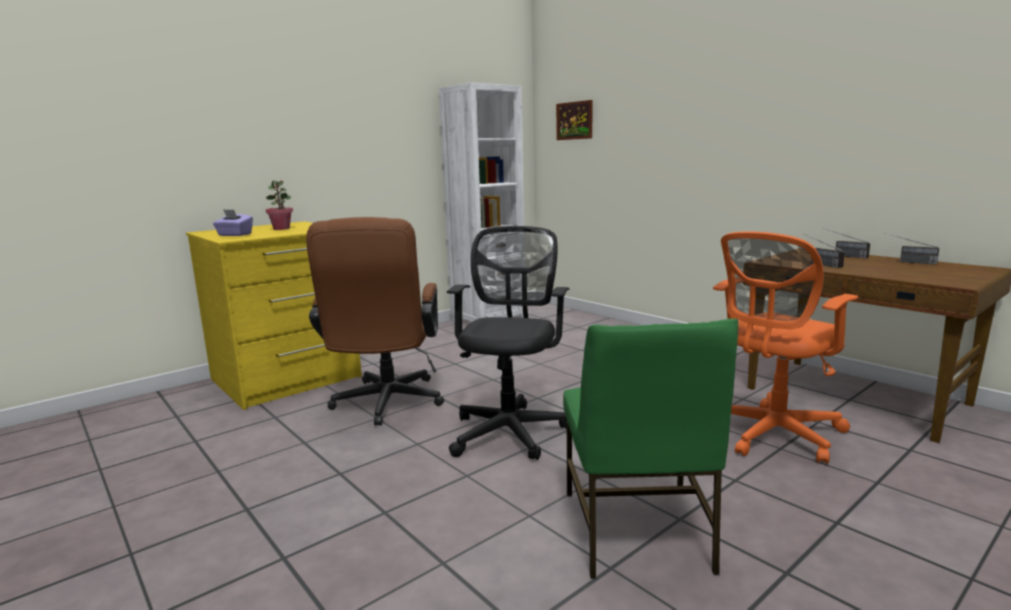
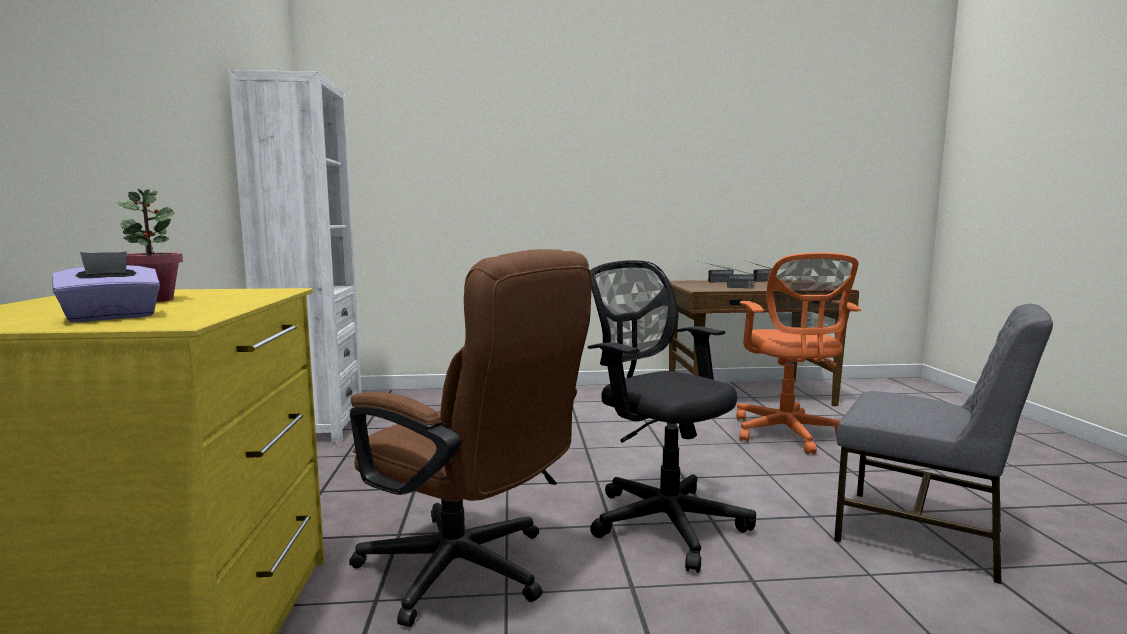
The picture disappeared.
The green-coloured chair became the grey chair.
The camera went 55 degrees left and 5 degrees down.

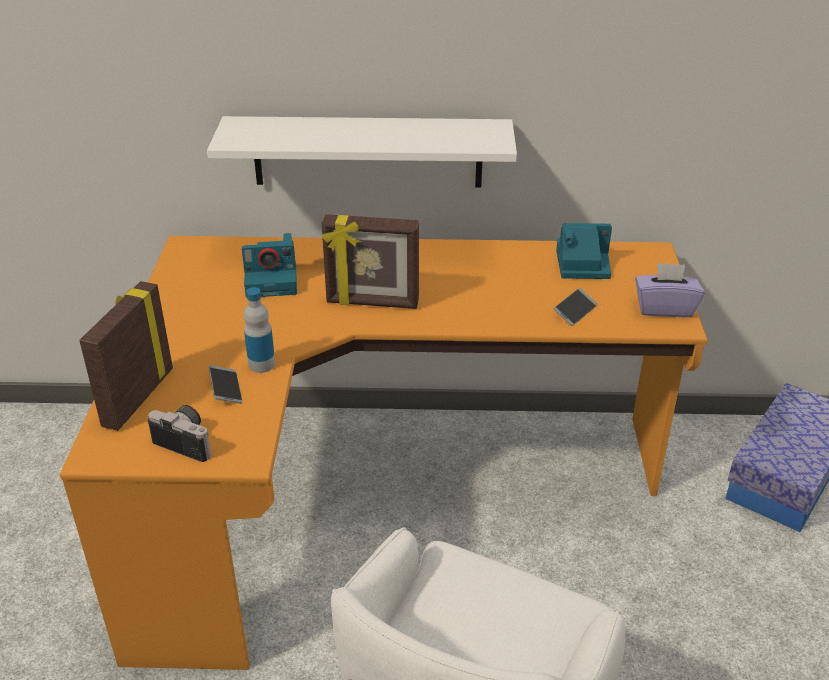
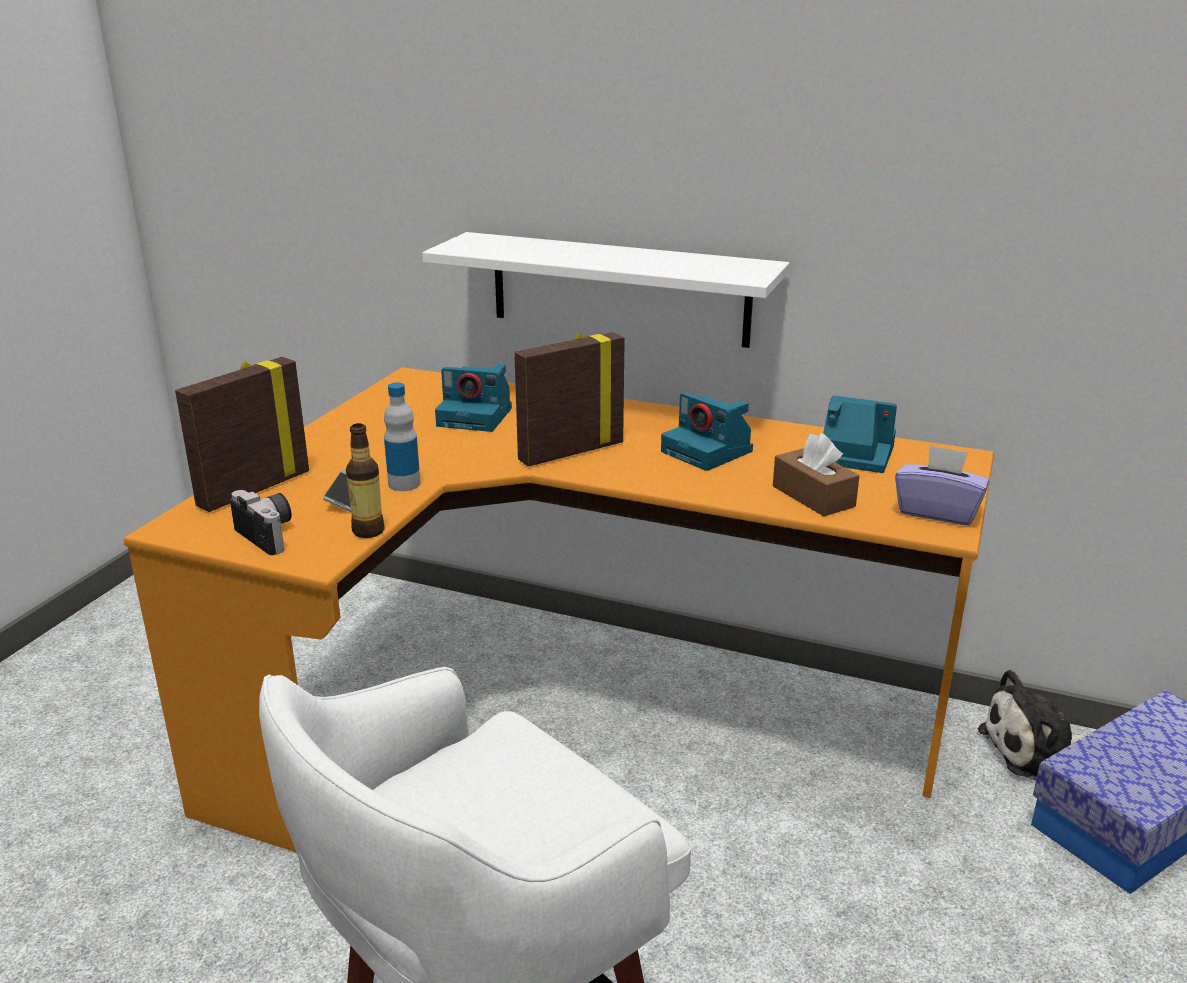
The picture frame (no. 2 from left) turned 120 degrees clockwise.
The telephone (no. 2 from left) was replaced by the brown-coloured tissue box.
The drink bottle (no. 1 from left) appeared.
The photo camera (no. 3 from left) appeared.
The plush toy appeared.
The camera went 20 degrees right and 10 degrees down.

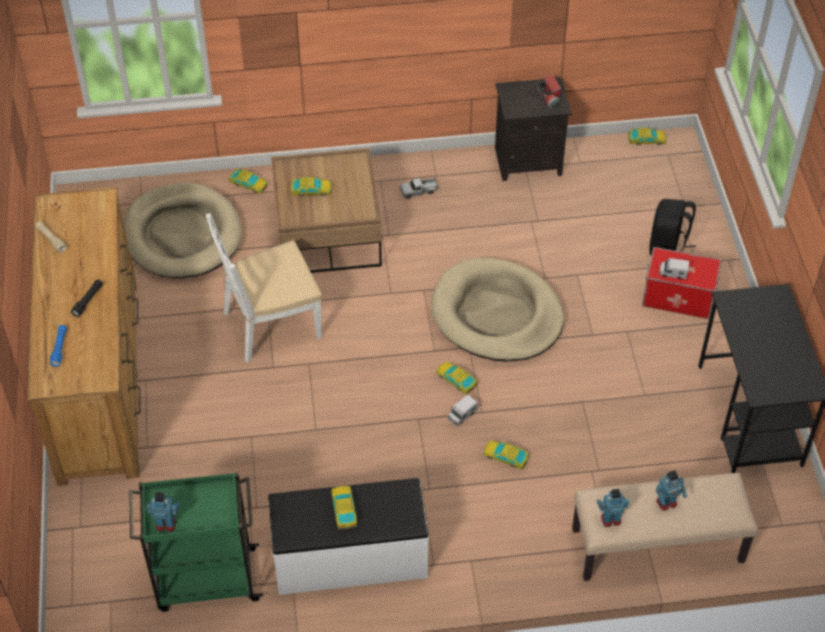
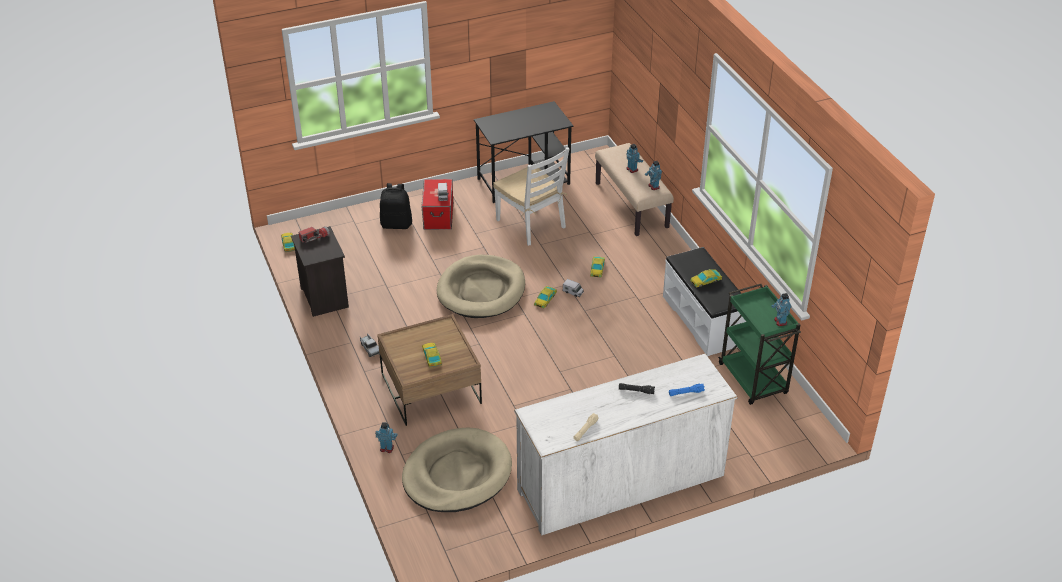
The brown-coloured drawer chest became the whitish drawer chest.
The whitish chair moved.
The toy car (no. 1 from left) was replaced by the toy robot (no. 1 from left).
The camera went 105 degrees left and 10 degrees down.

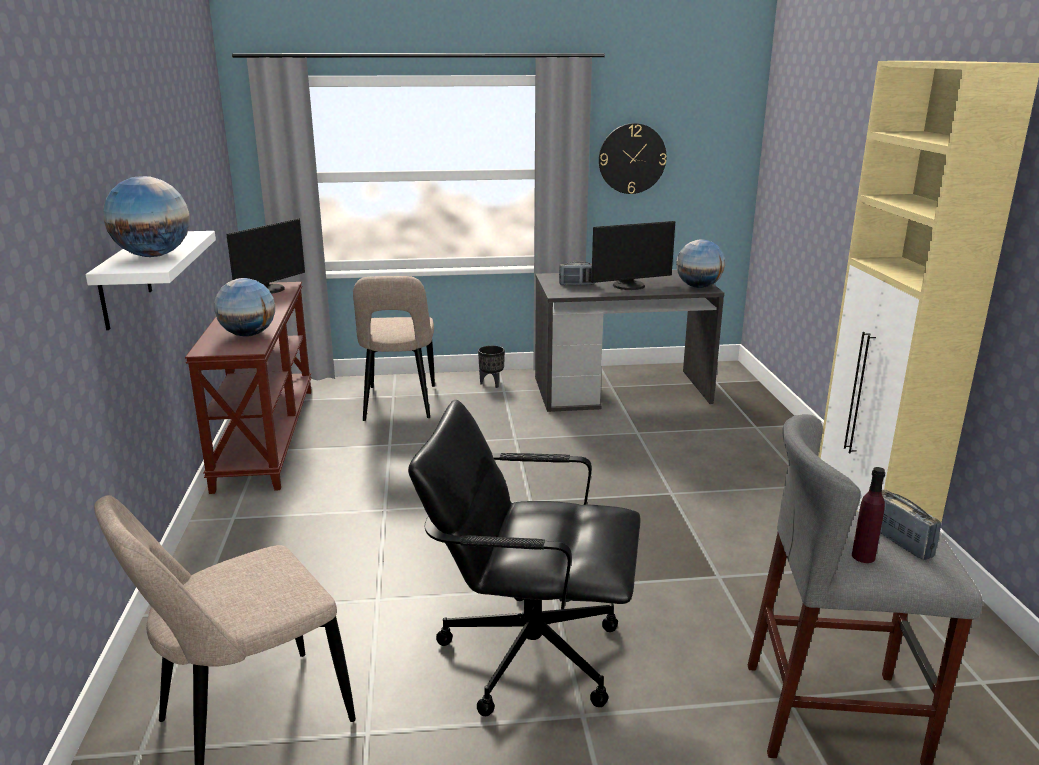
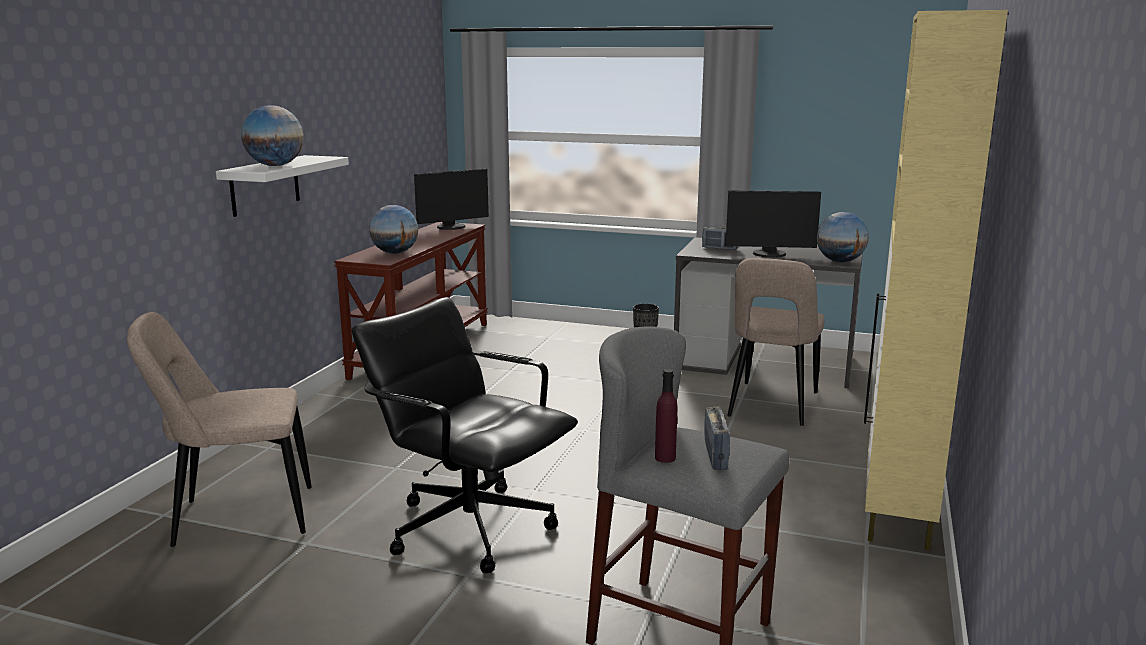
The beige-coloured chair (no. 2 from left) moved.
The clock on the wall disappeared.
The camera went 25 degrees right and 5 degrees down.

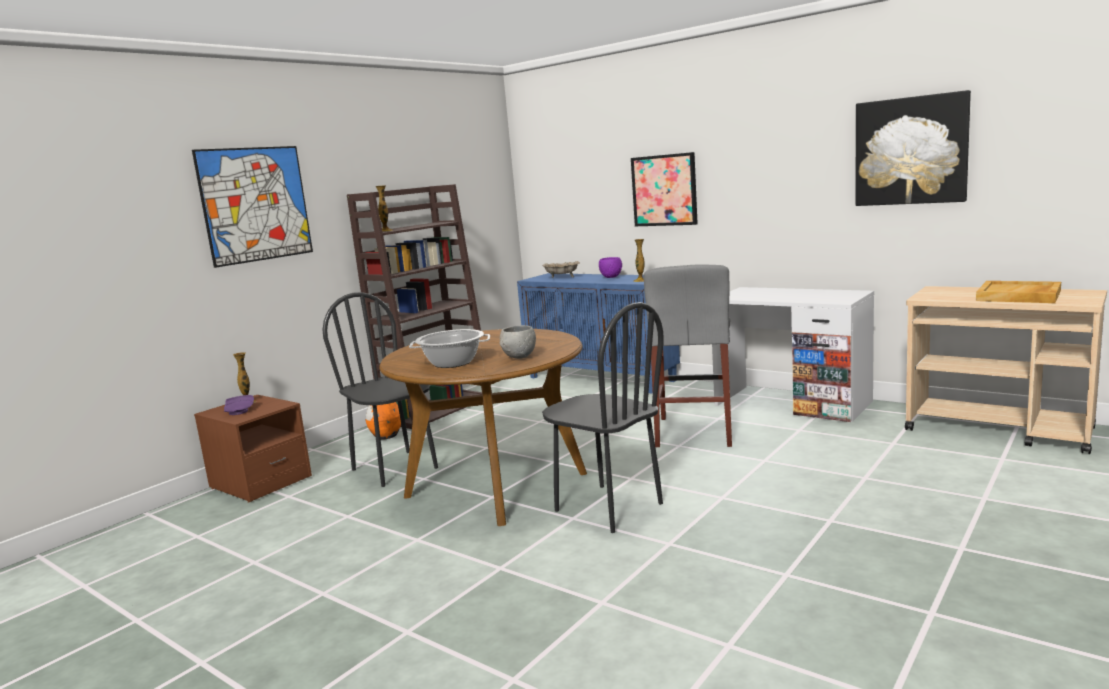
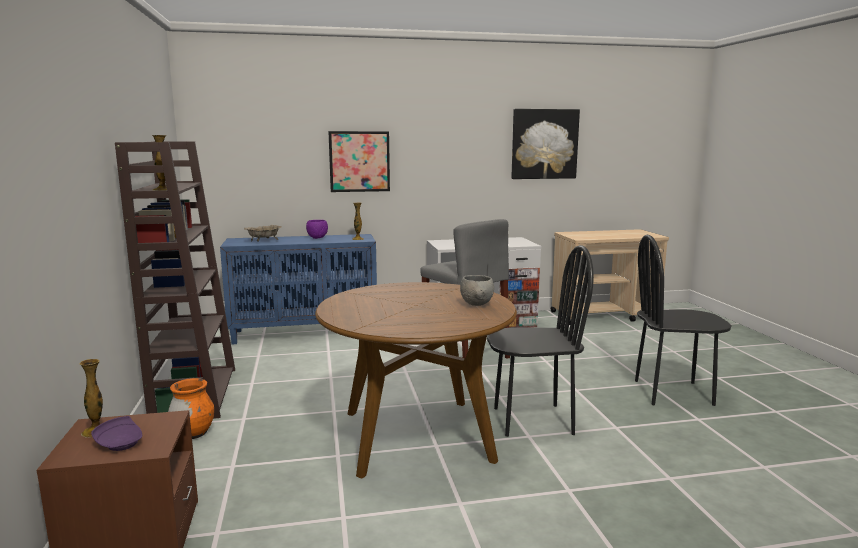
The picture (no. 1 from left) disappeared.
The black chair (no. 1 from left in the first image) moved.
The saucepot disappeared.
The beige-coloured tray disappeared.
The camera went 50 degrees left and 0 degrees up.

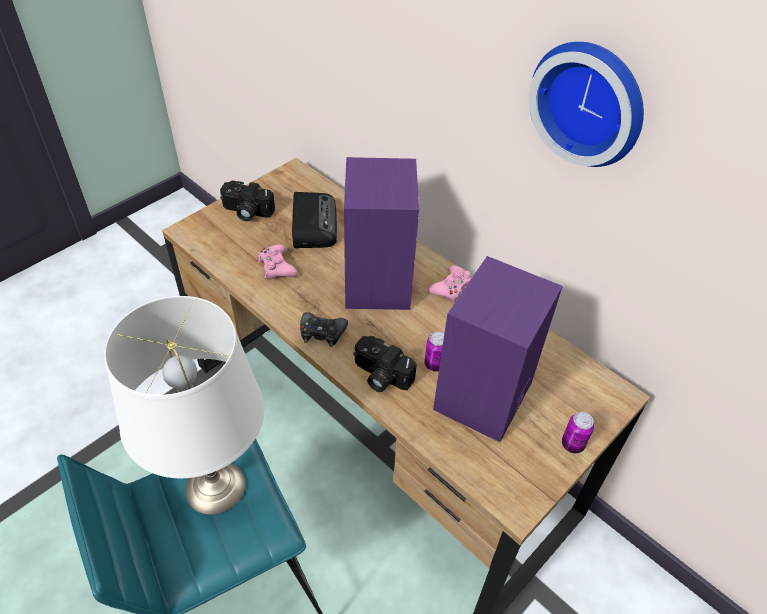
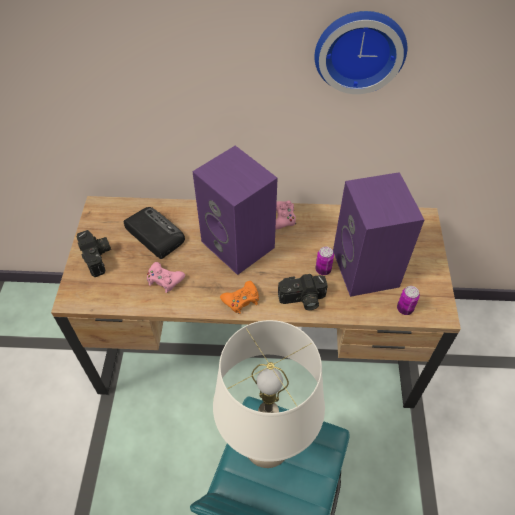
The photo camera (no. 1 from left) turned 90 degrees counterclockwise.
The black gamepad became the orange gamepad.
The metal can (no. 2 from left) moved.
The camera went 40 degrees left and 5 degrees up.

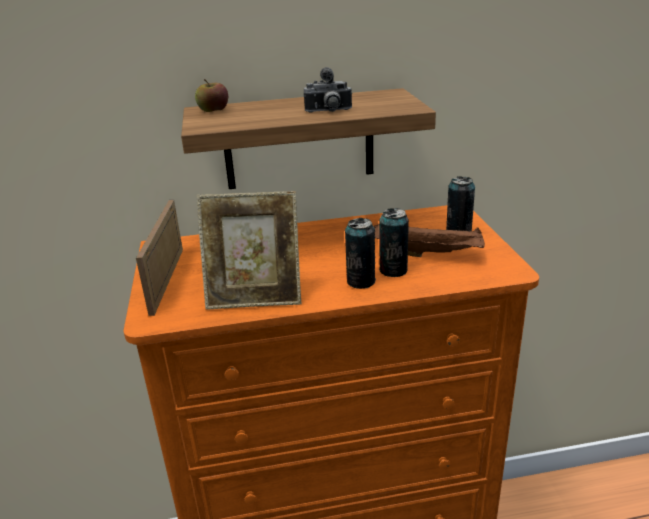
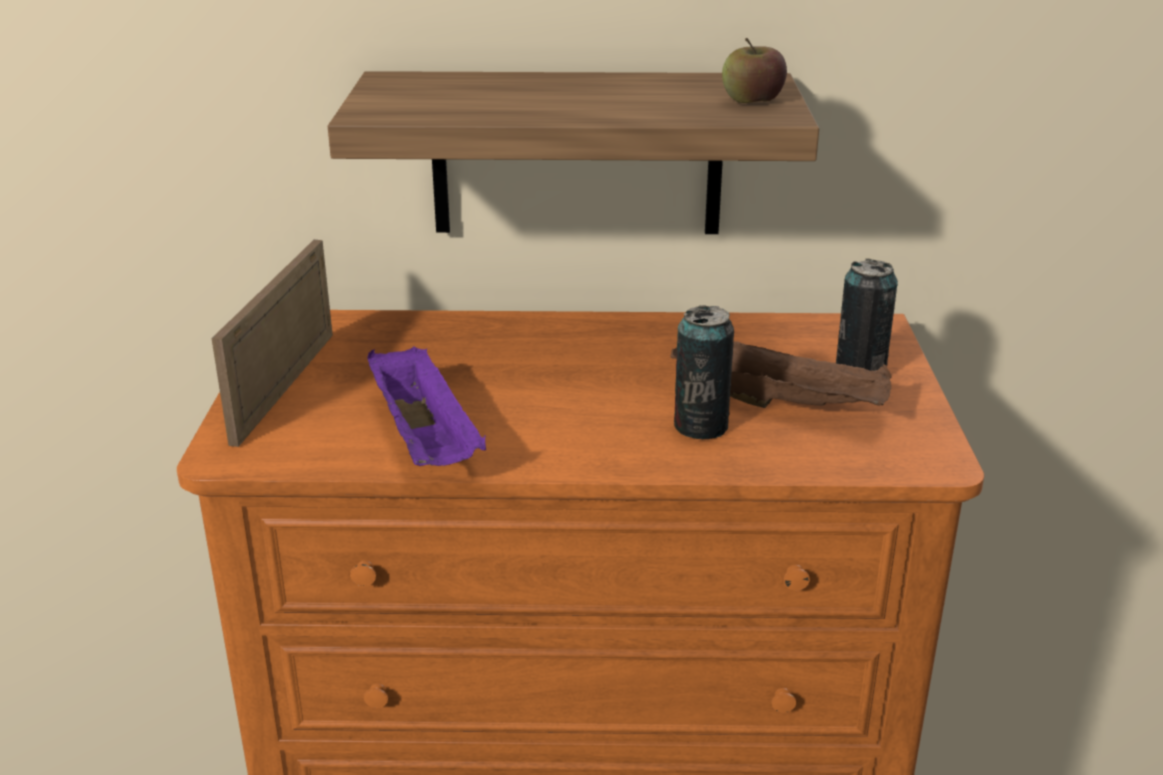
The apple fruit moved.
The picture frame (no. 2 from left) was replaced by the purple-coloured tray.
The photo camera disappeared.
The metal can (no. 1 from left) disappeared.
The camera went 10 degrees right and 0 degrees up.

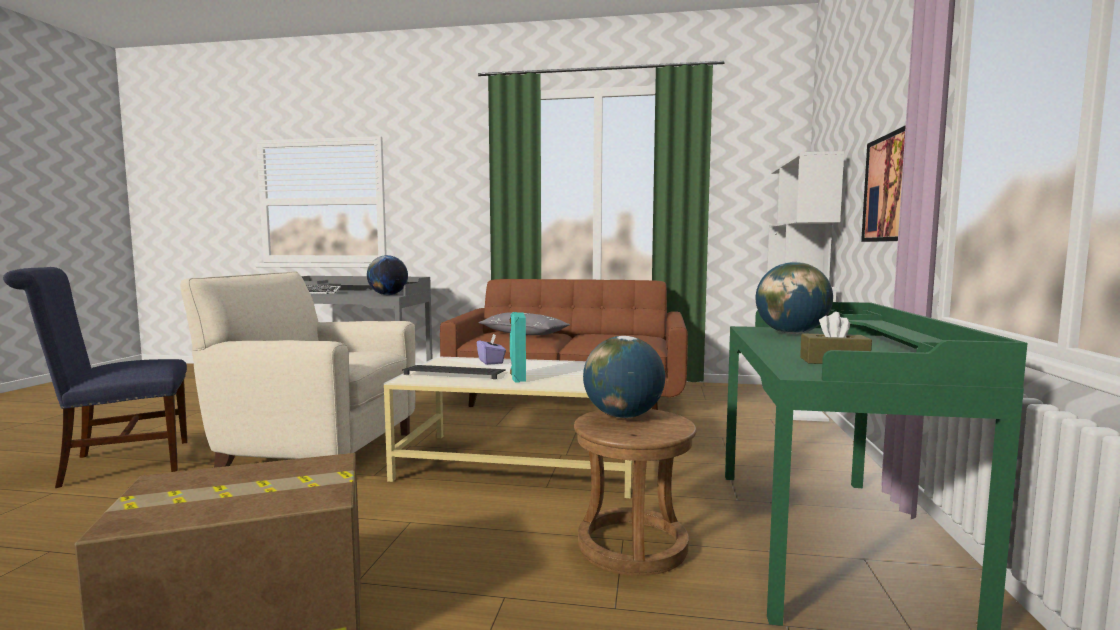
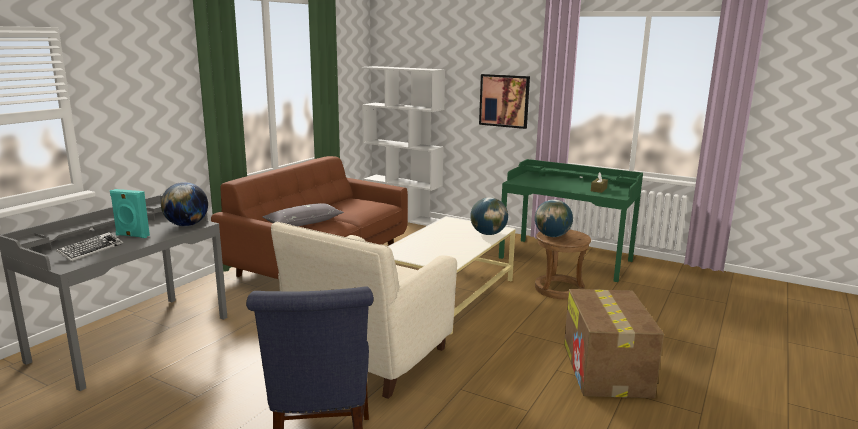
The keyboard (no. 2 from left) disappeared.
The purple-coloured tissue box disappeared.
The blue-green loudspeaker moved.
The world globe (no. 3 from left in the first image) moved.
The camera went 70 degrees left and 10 degrees up.

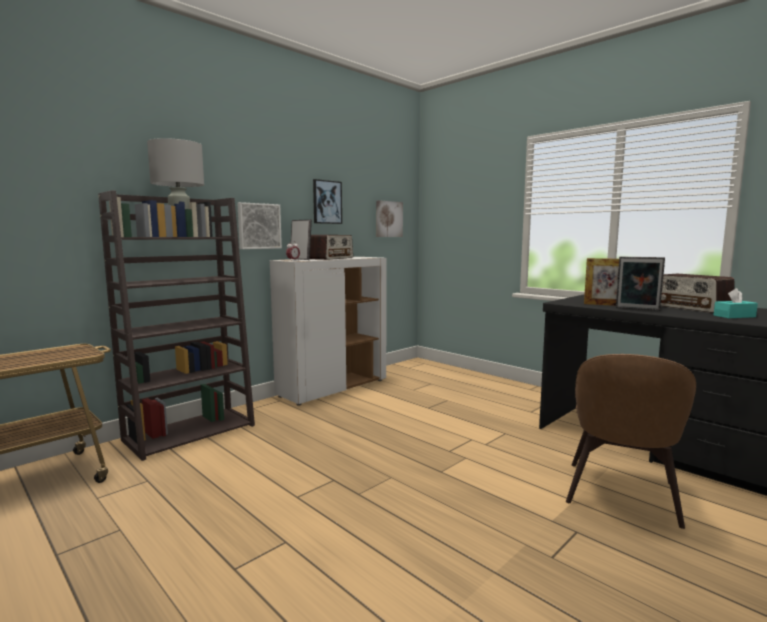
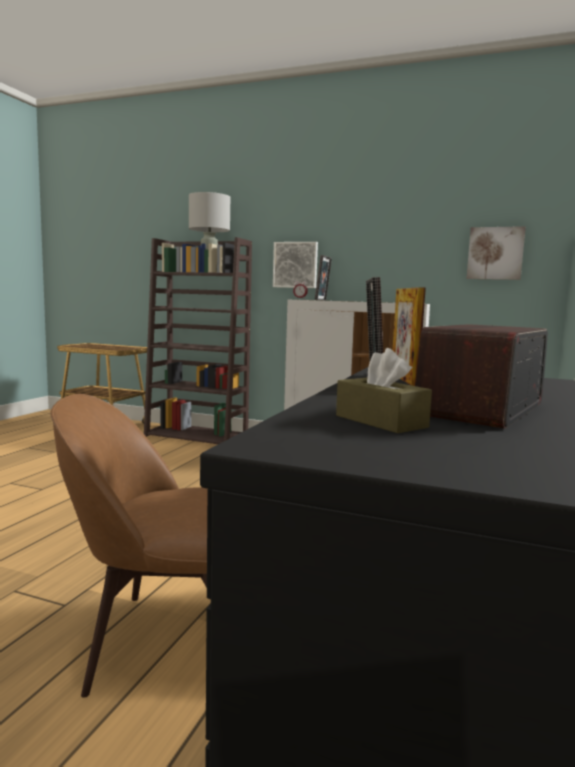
The radio receiver (no. 1 from left) disappeared.
The picture (no. 2 from left) disappeared.
The blue-green tissue box became the brown-coloured tissue box.
The camera went 65 degrees right and 0 degrees up.

